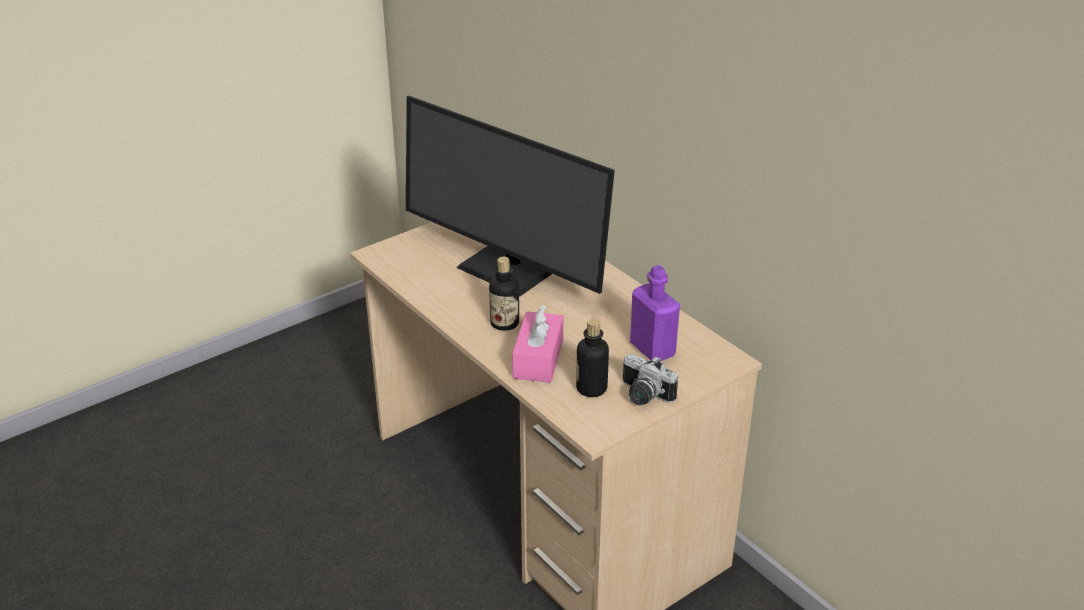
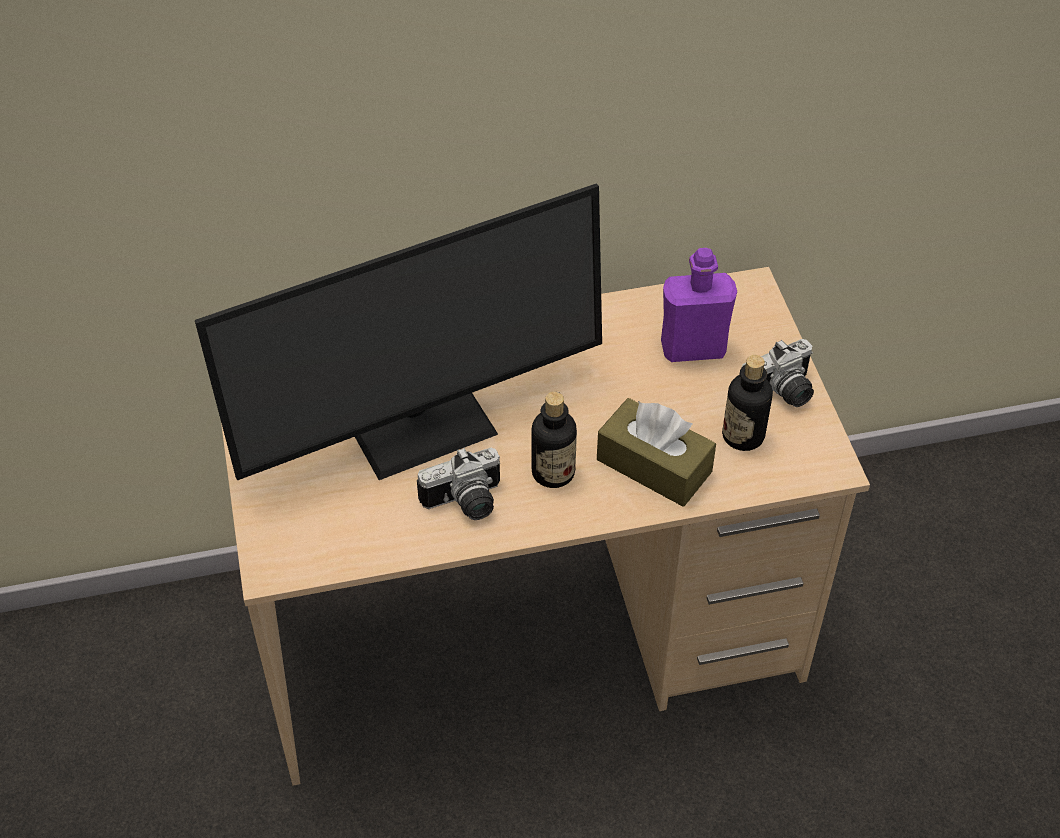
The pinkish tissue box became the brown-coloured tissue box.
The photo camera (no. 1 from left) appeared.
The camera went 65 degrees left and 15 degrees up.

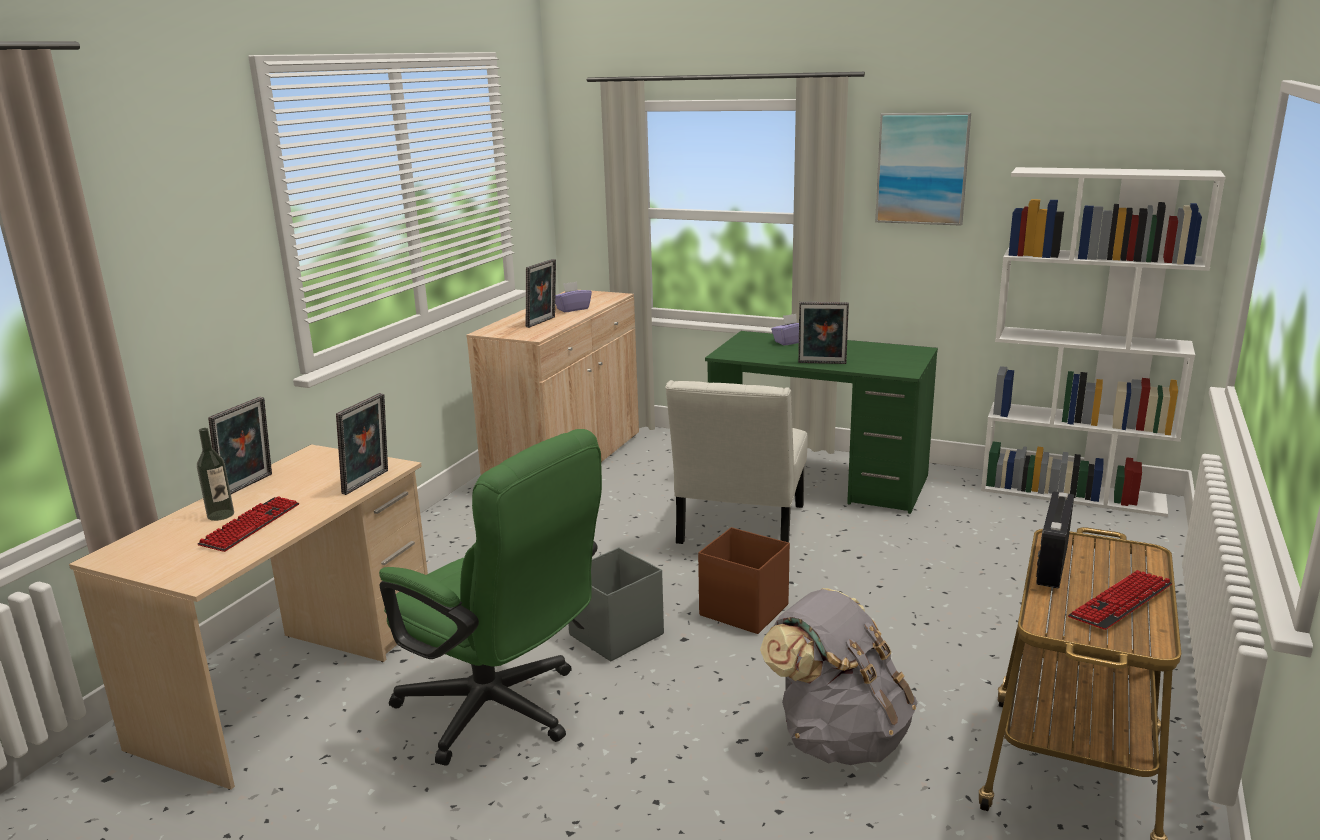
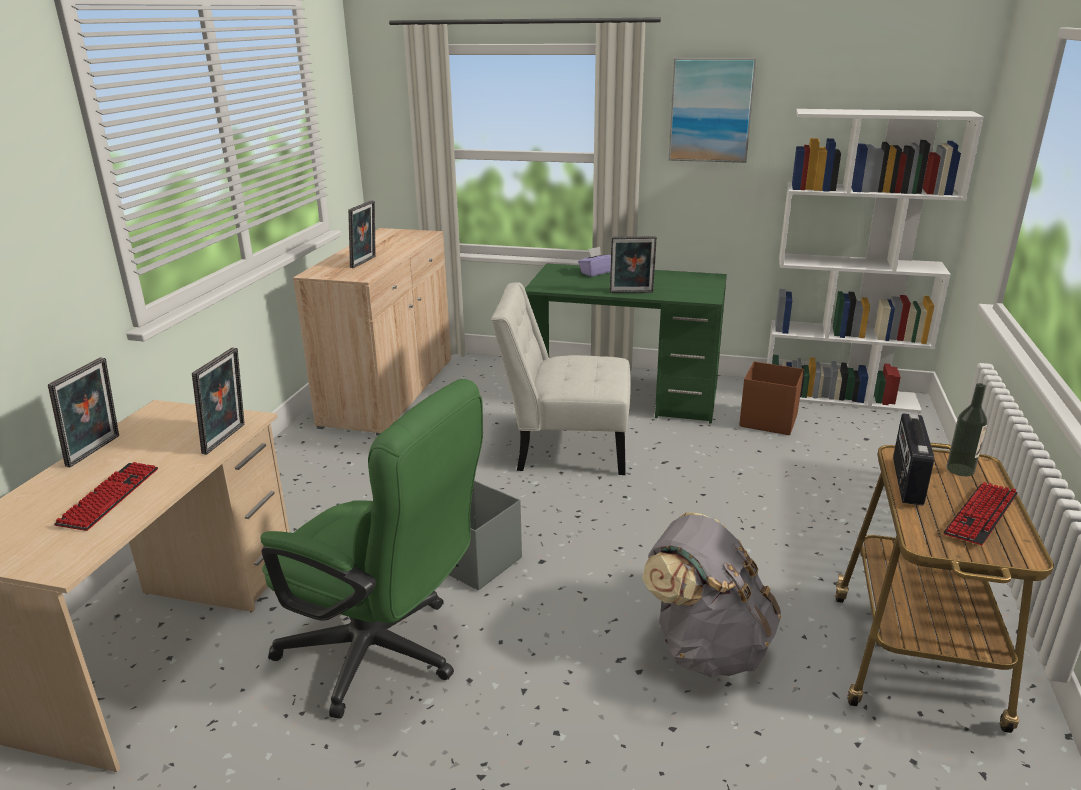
The drink bottle moved.
The purple-coloured tissue box (no. 1 from left) disappeared.
The whitish chair turned 90 degrees clockwise.
The brown-coloured storage box moved.
The camera went 10 degrees left and 5 degrees up.

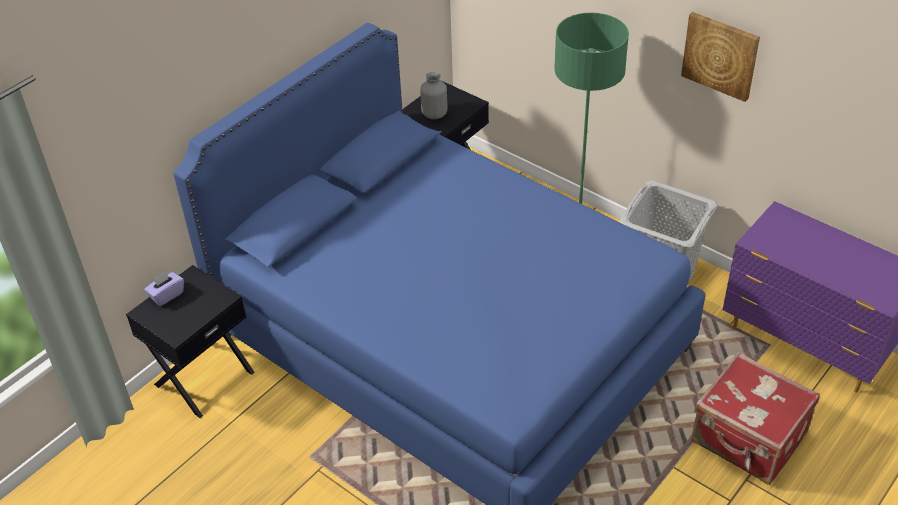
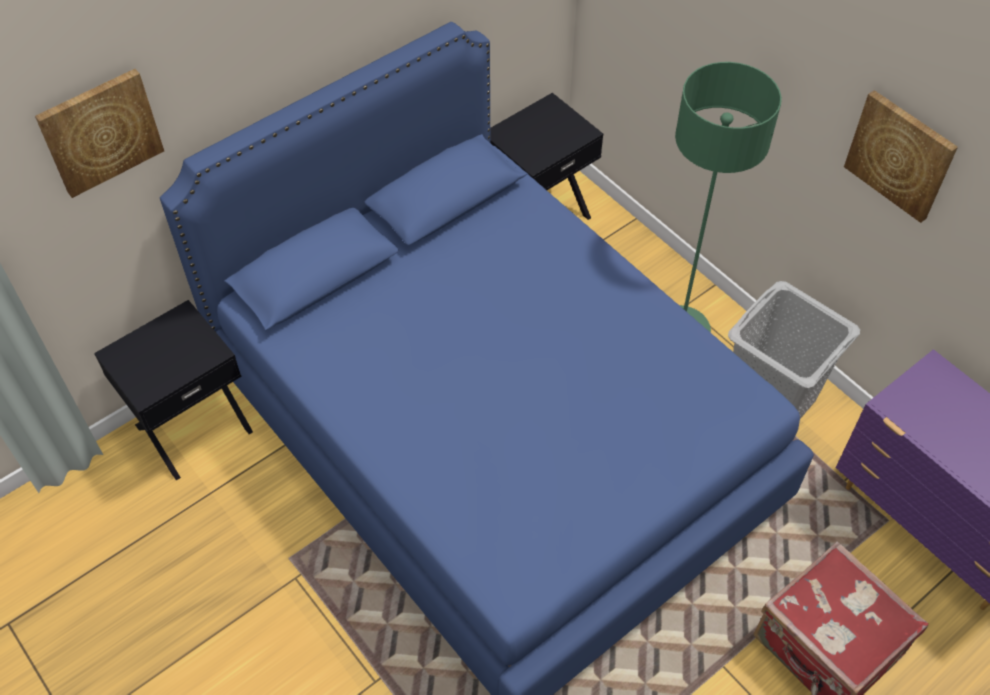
The purple-coloured tissue box disappeared.
The grey decorative vase disappeared.
The picture (no. 1 from left) appeared.
The camera went 10 degrees right and 10 degrees up.

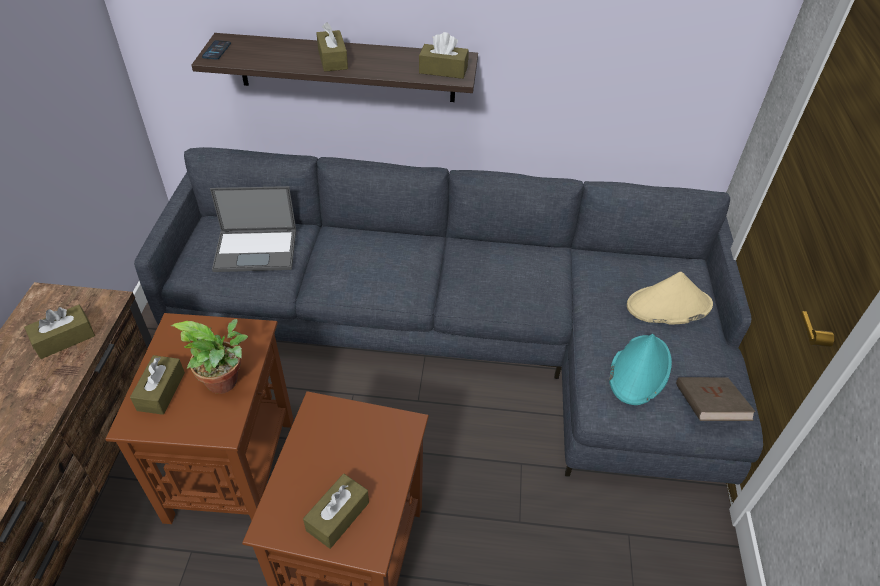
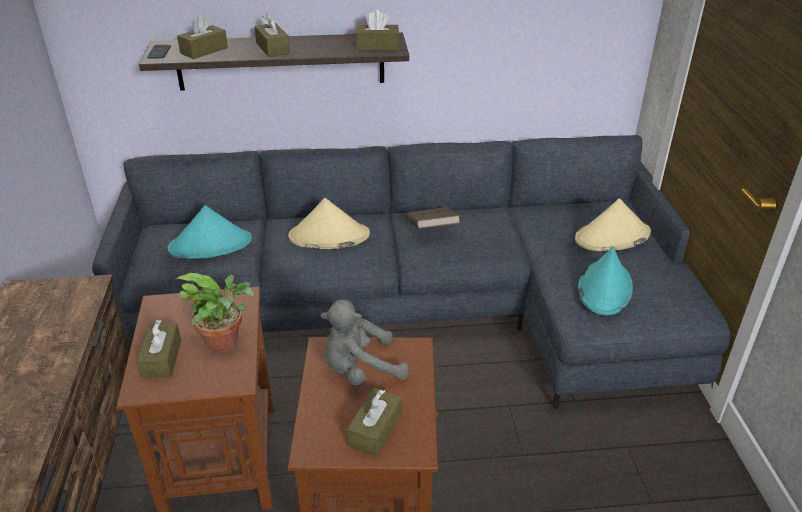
The brown-coloured tissue box (no. 1 from left in the first image) moved.
The portable computer was replaced by the blue-green hat (no. 1 from left).
The brown-coloured book moved.
The beige-coloured hat (no. 1 from left) appeared.
The grey plush toy appeared.
The camera went 10 degrees left and 10 degrees down.

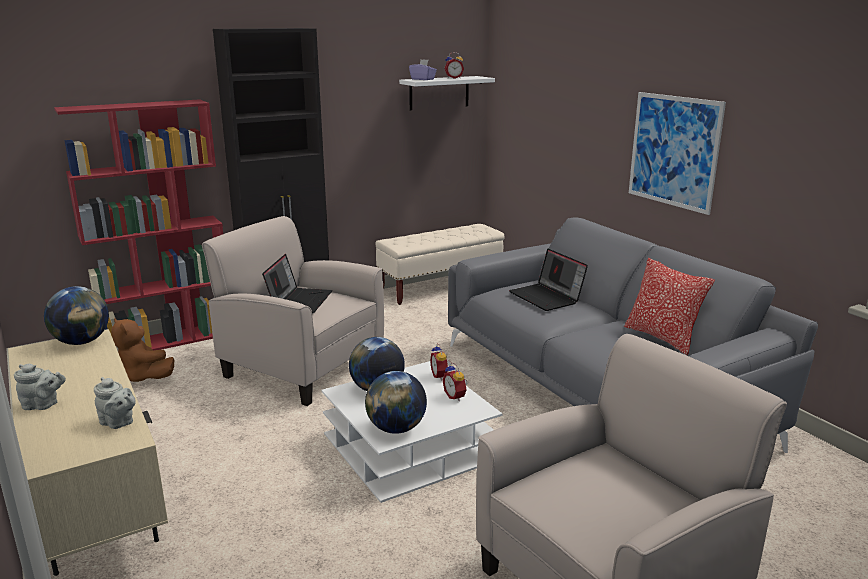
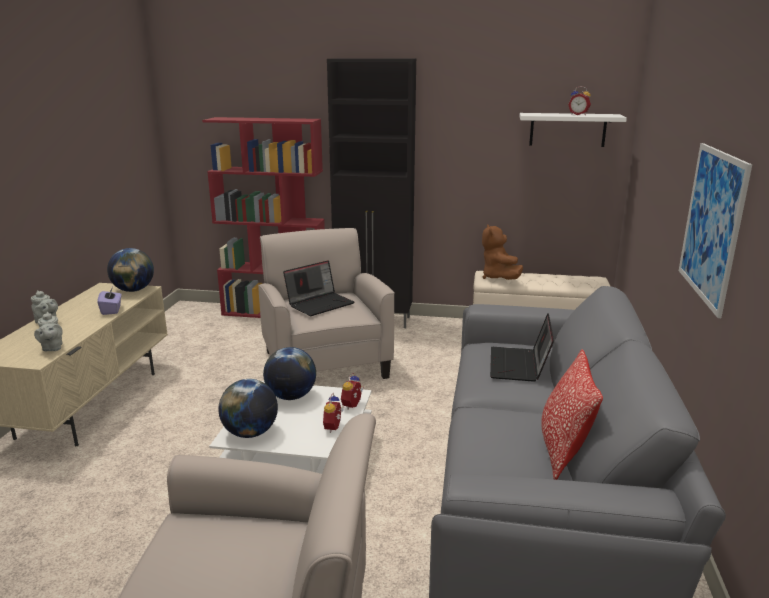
The brown-coloured plush toy moved.
The purple-coloured tissue box moved.
The camera went 40 degrees right and 0 degrees up.

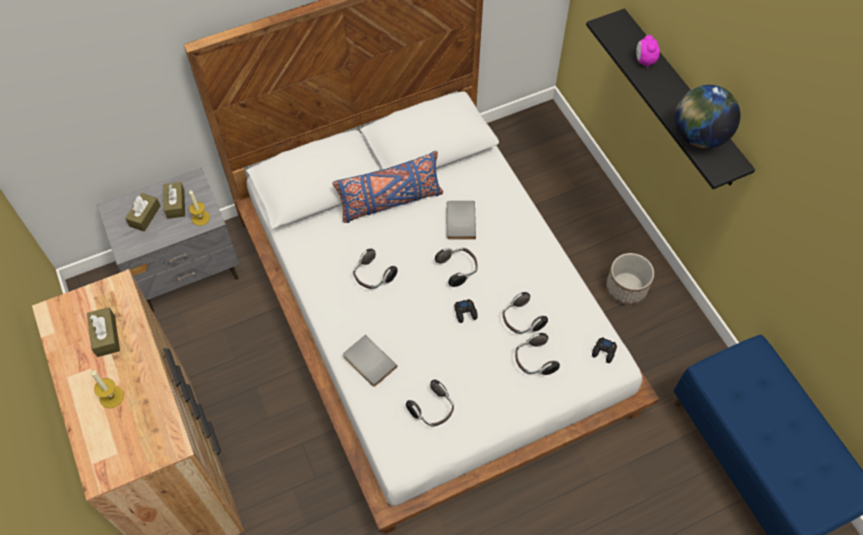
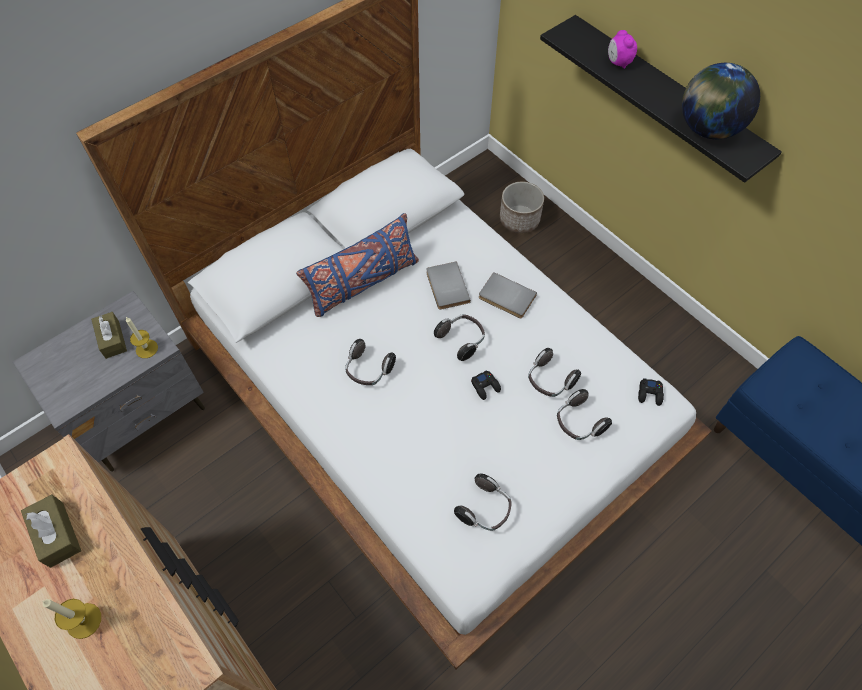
The brown-coloured tissue box (no. 2 from left) disappeared.
The grey book (no. 1 from left in the first image) moved.
The flower pot moved.
The camera went 15 degrees left and 0 degrees up.

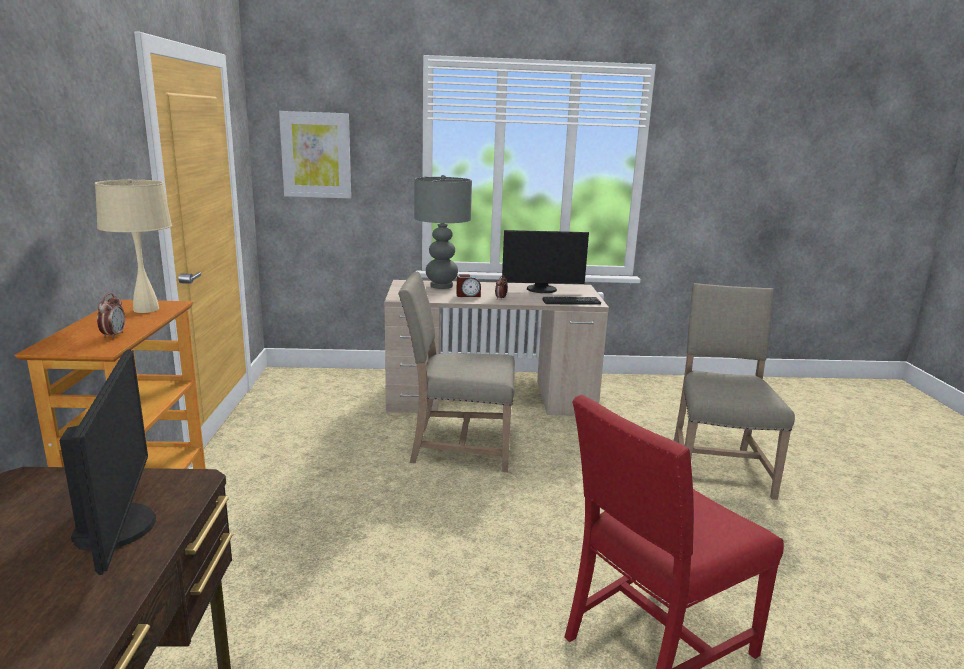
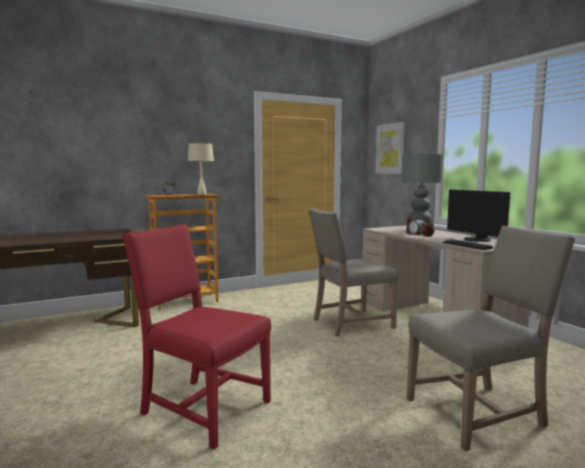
The monitor (no. 1 from left) disappeared.
The beige-coloured chair (no. 1 from left) turned 90 degrees counterclockwise.
The camera went 65 degrees right and 10 degrees down.

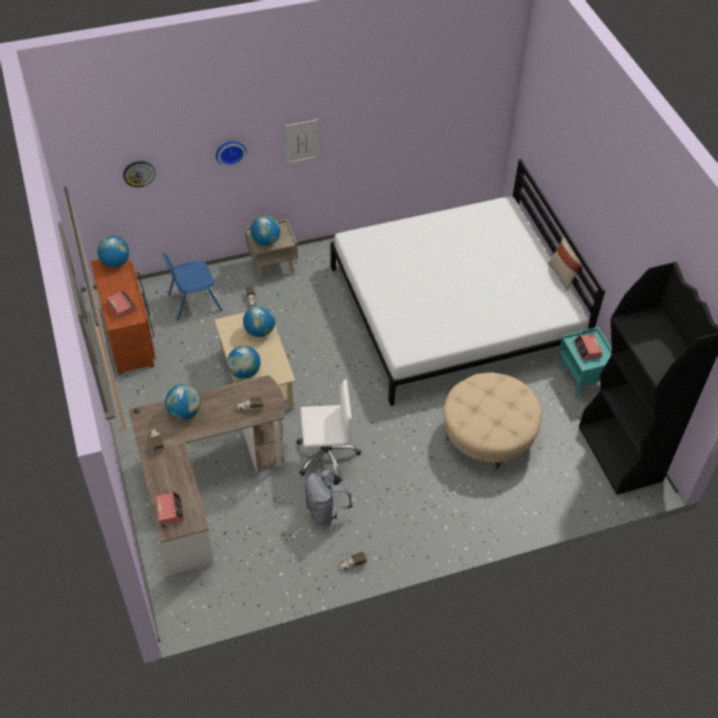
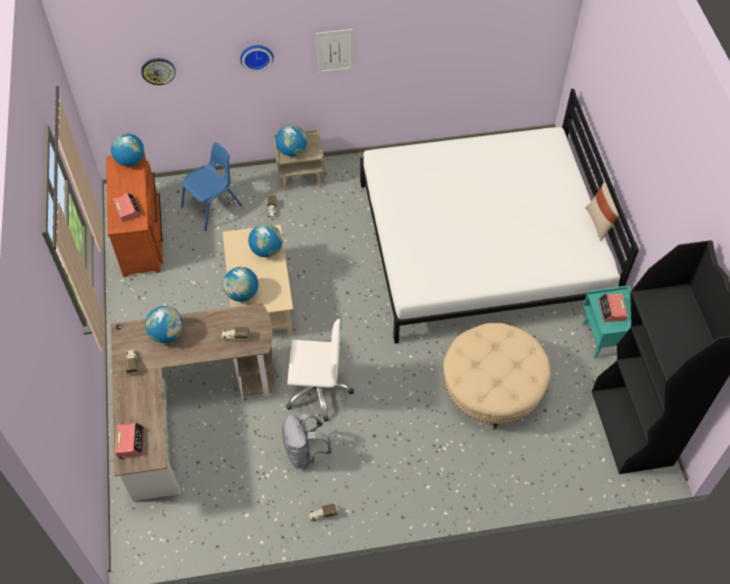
The bluish chair turned 150 degrees clockwise.
The camera went 10 degrees right and 5 degrees up.

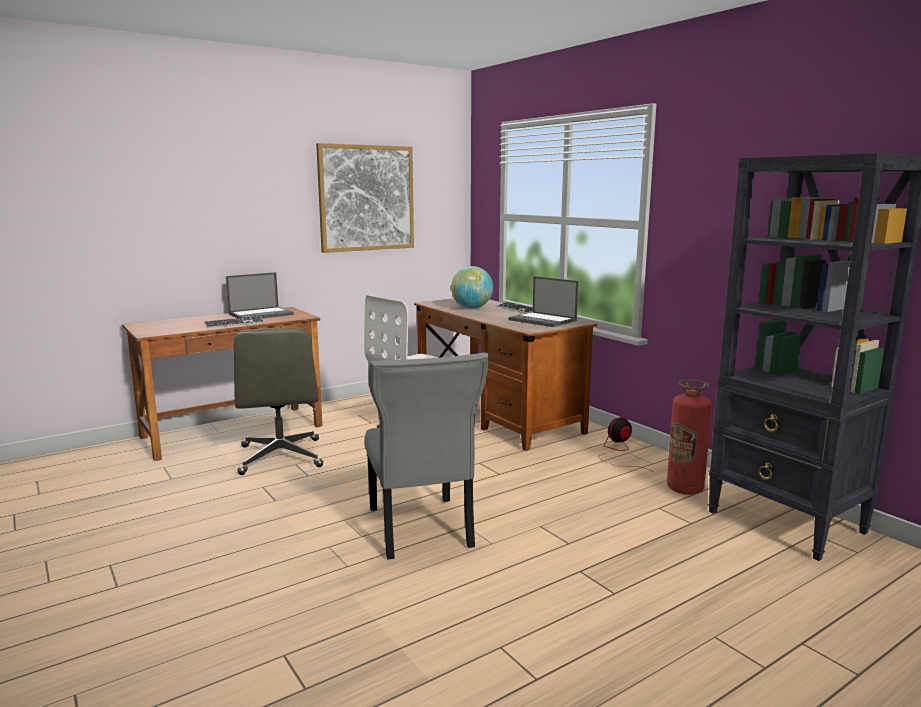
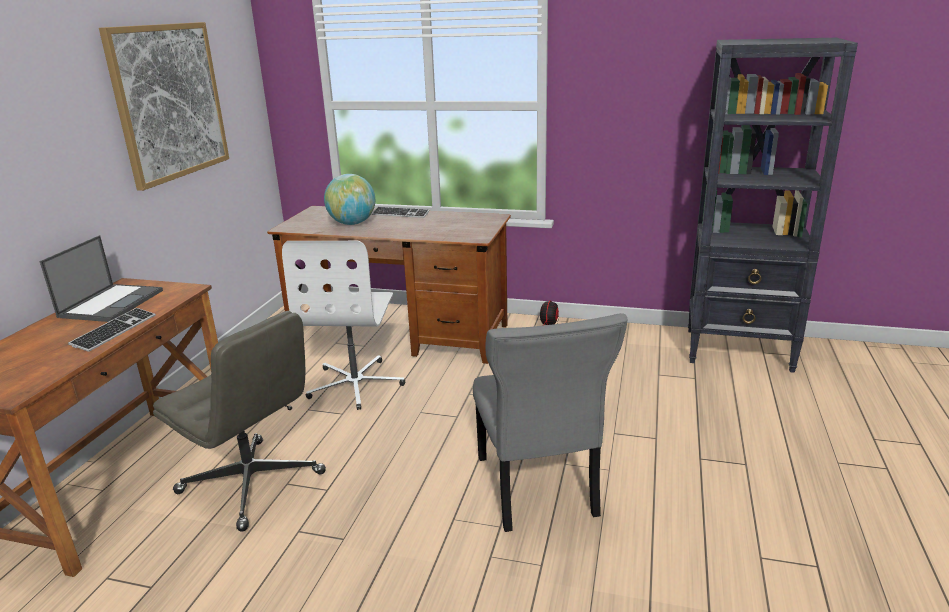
The grey chair turned 45 degrees clockwise.
The portable computer (no. 2 from left) disappeared.
The fire-fighting cylinder disappeared.
The camera went 40 degrees left and 10 degrees up.

